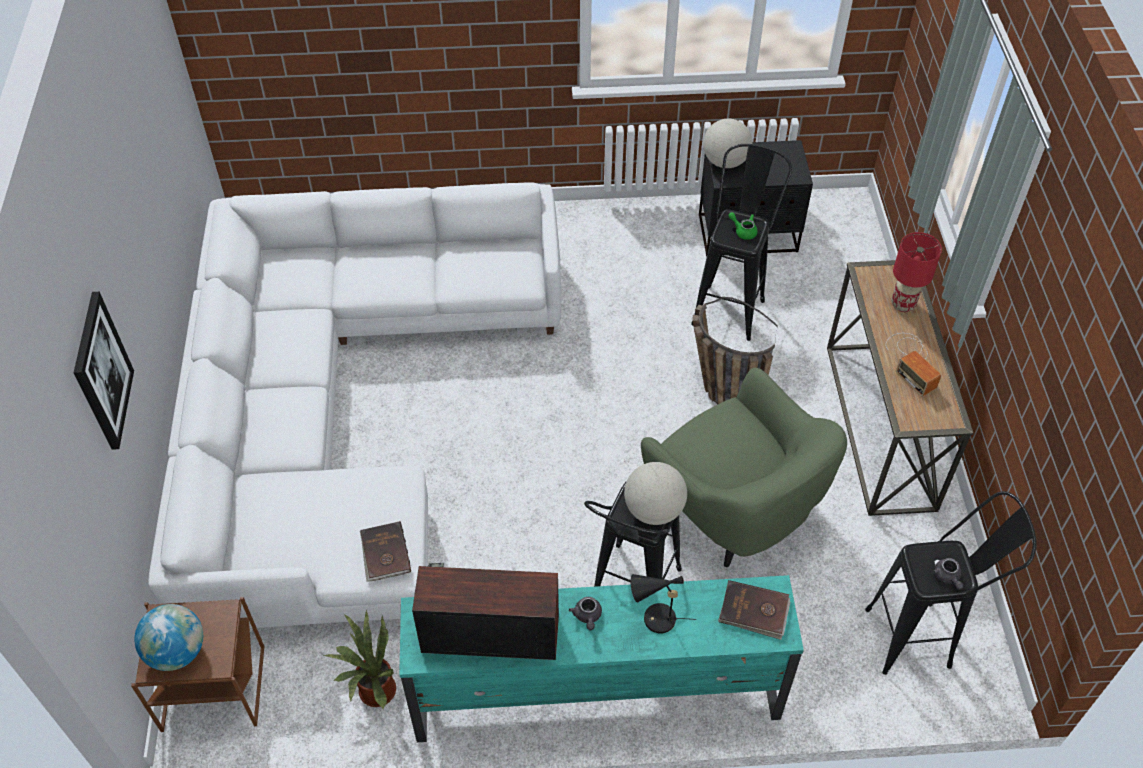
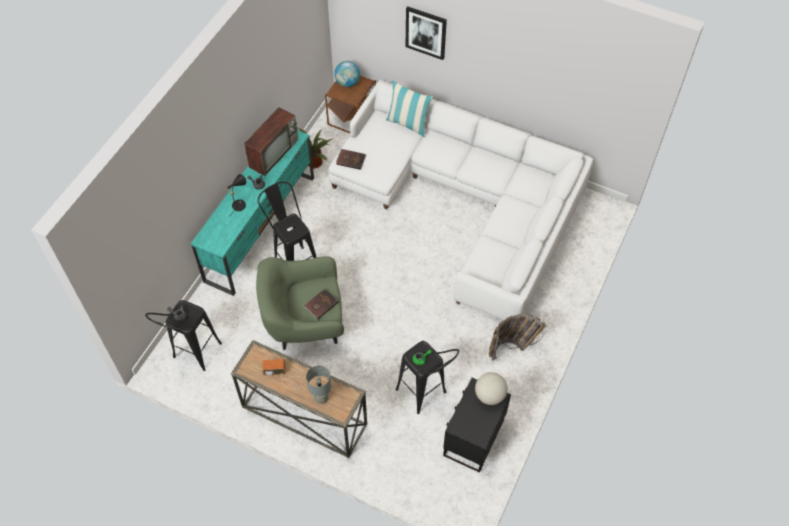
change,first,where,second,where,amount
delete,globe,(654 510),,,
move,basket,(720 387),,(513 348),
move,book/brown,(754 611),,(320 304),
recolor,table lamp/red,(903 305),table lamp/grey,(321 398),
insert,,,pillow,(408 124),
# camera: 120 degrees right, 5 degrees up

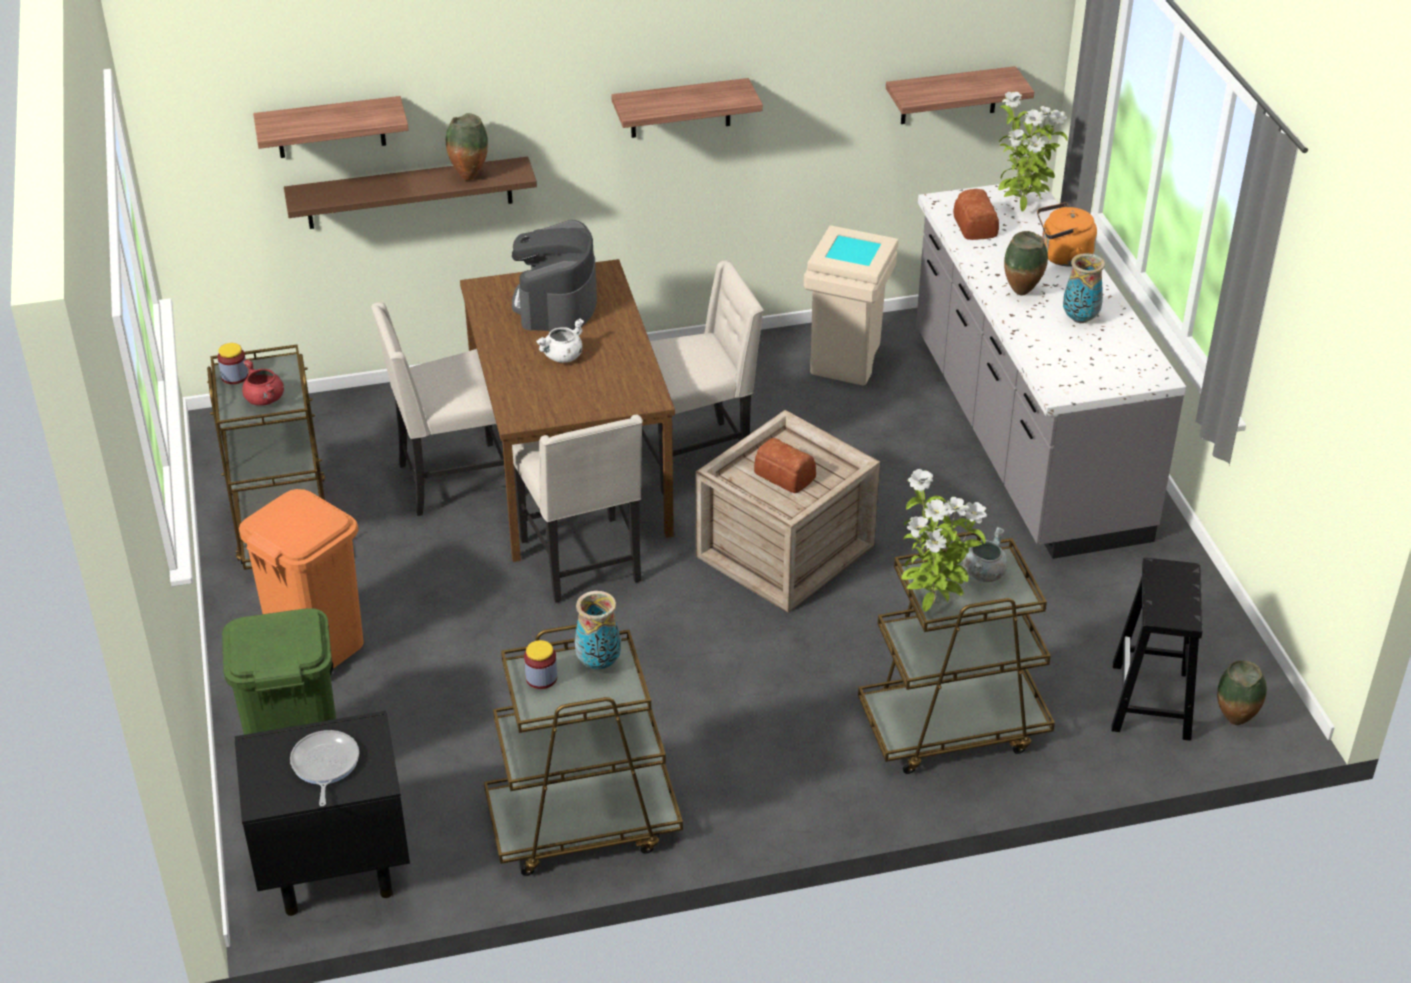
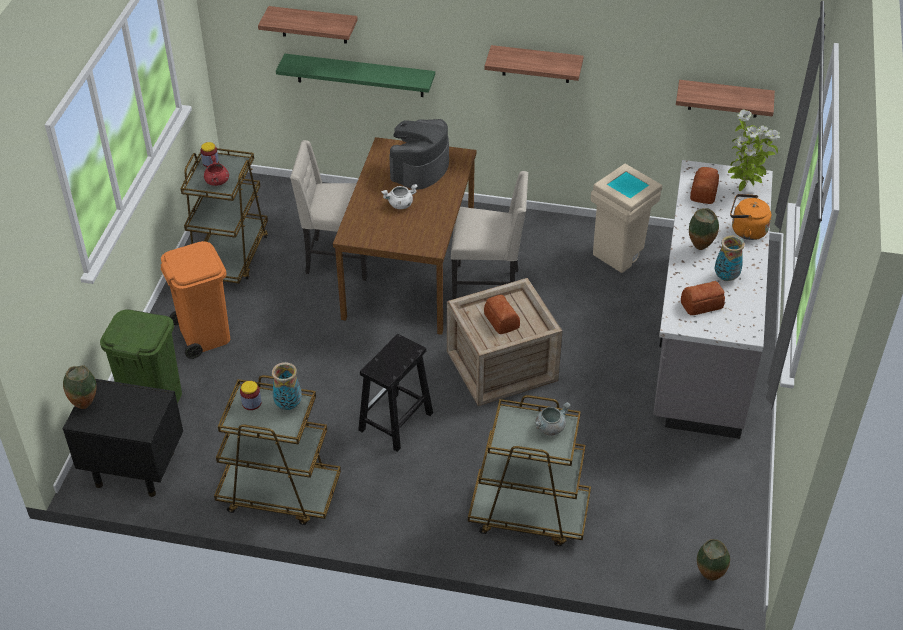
change,first,where,second,where,amount
recolor,shelf/brown,(409 193),shelf/green,(359 75),
delete,frying pan,(324 765),,,
move,vase,(469 177),,(85 405),
delete,chair/beige,(583 562),,,
delete,potted plant,(932 605),,,
move,stool/black,(1151 702),,(395 422),
insert,,,bread,(702 304),
# camera: 25 degrees right, 5 degrees up

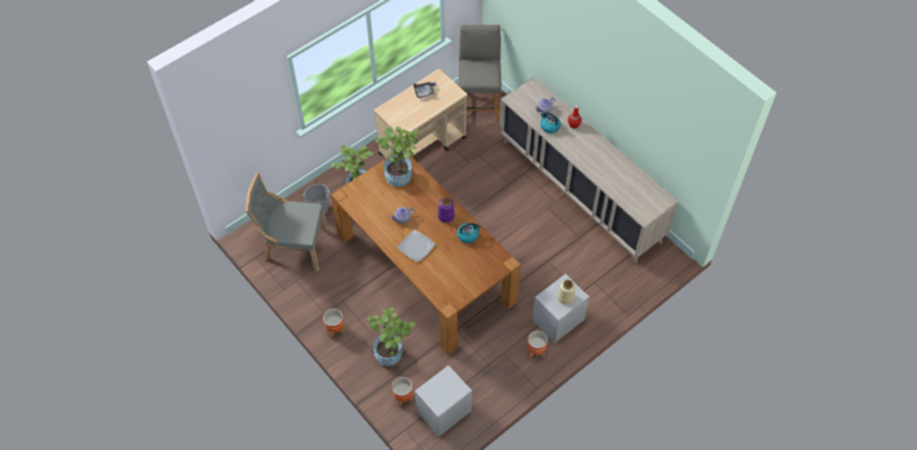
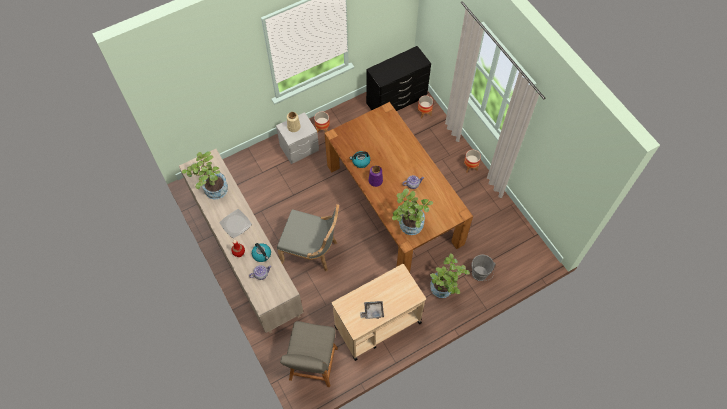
change,first,where,second,where,amount
move,chair/grey,(293 246),,(312 251),
move,potted plant,(392 352),,(212 190),
move,plate,(416 247),,(236 224),
replace,nightstand/grey,(444 411),dresser/black,(397 100),
# camera: 170 degrees left, 5 degrees up

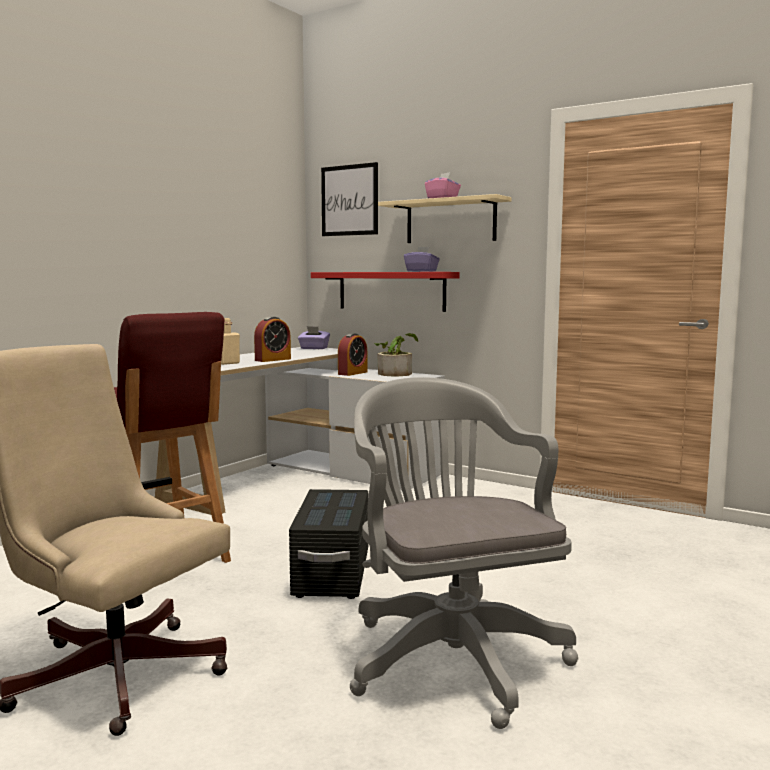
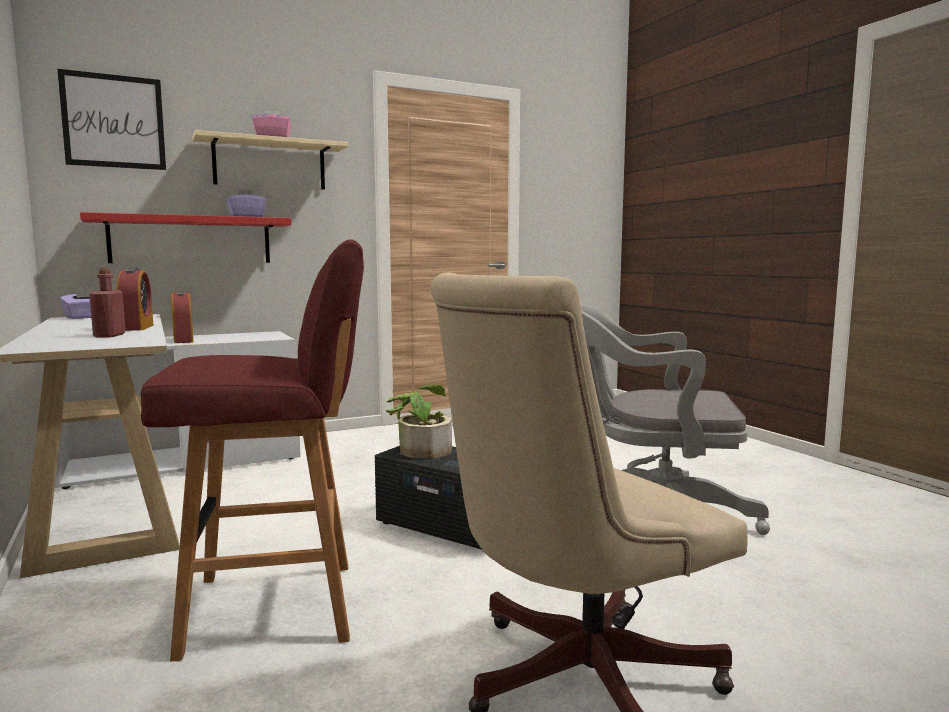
change,first,where,second,where,amount
recolor,bottle/beige,(228 363),bottle/red,(109 335),
move,potted plant,(396 373),,(420 449),
# camera: 60 degrees left, 0 degrees up

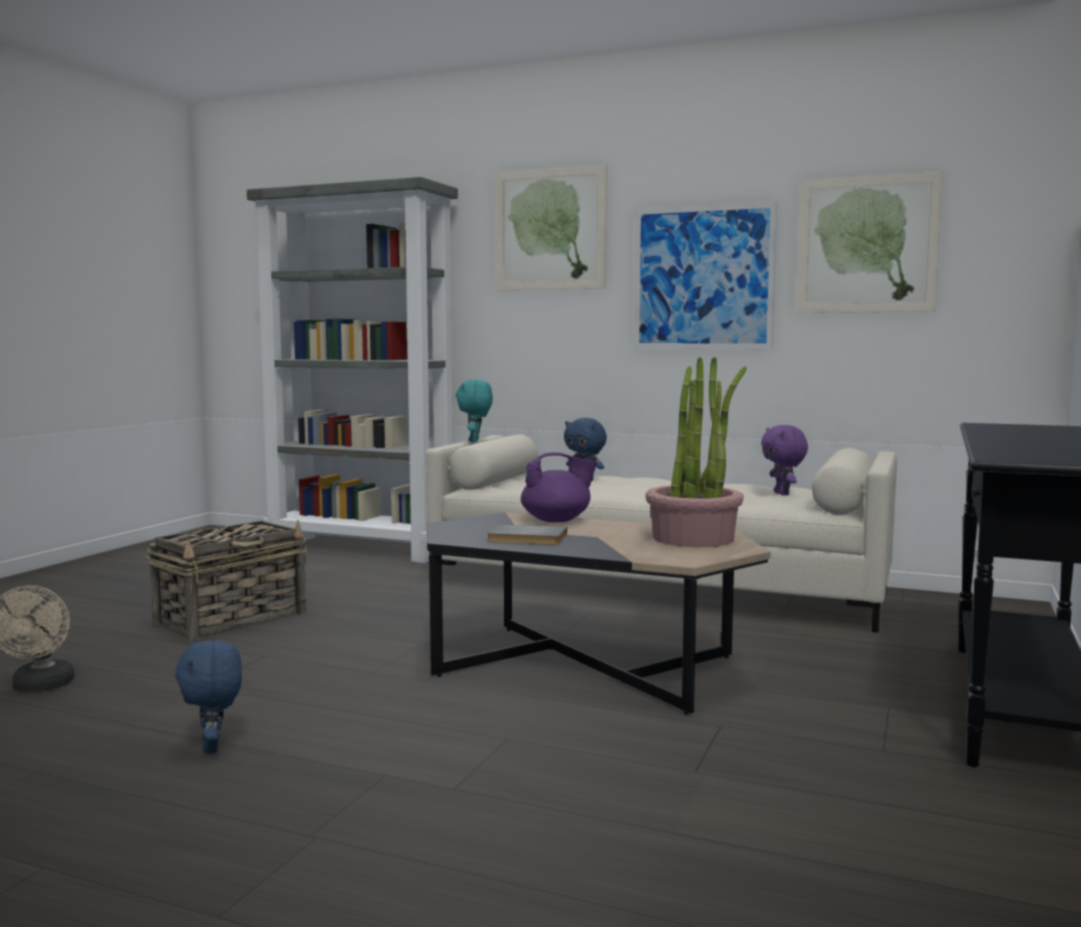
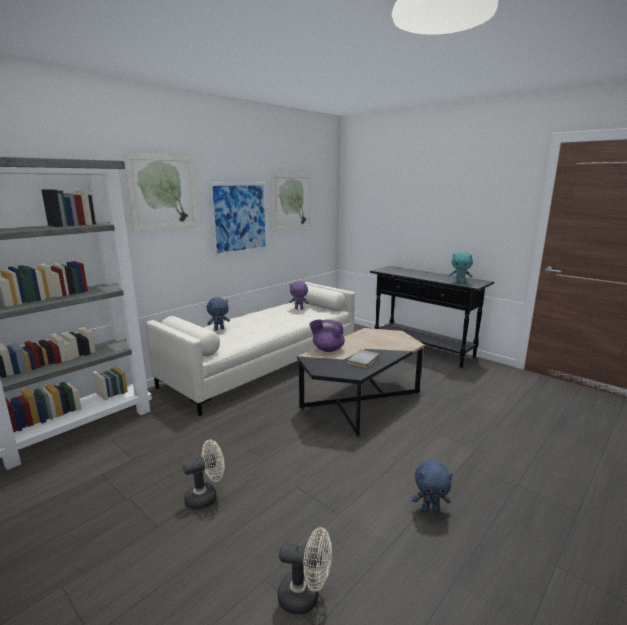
change,first,where,second,where,amount
replace,basket,(233 618),fan/beige,(206 496),
move,plush toy/turquoise,(475 441),,(460 283),
rotate,teapot/purple,(557 520),,(327 349),90 degrees counterclockwise
delete,potted plant,(694 538),,,
# camera: 70 degrees left, 10 degrees up

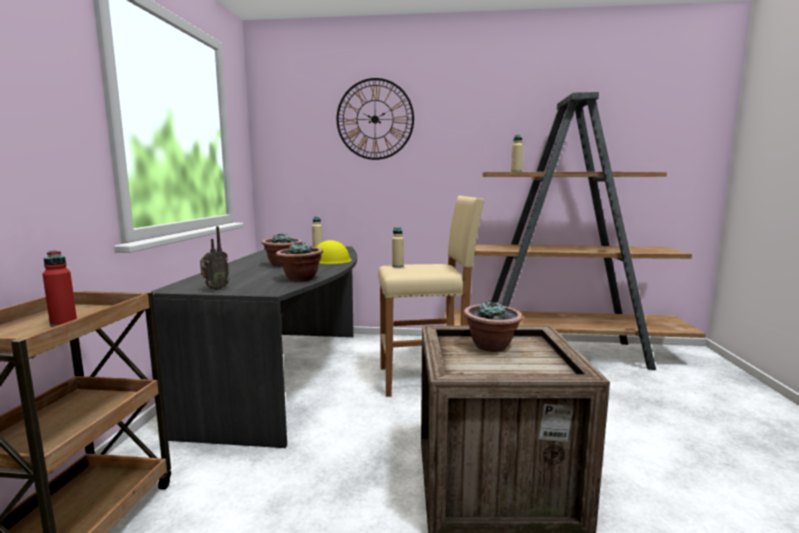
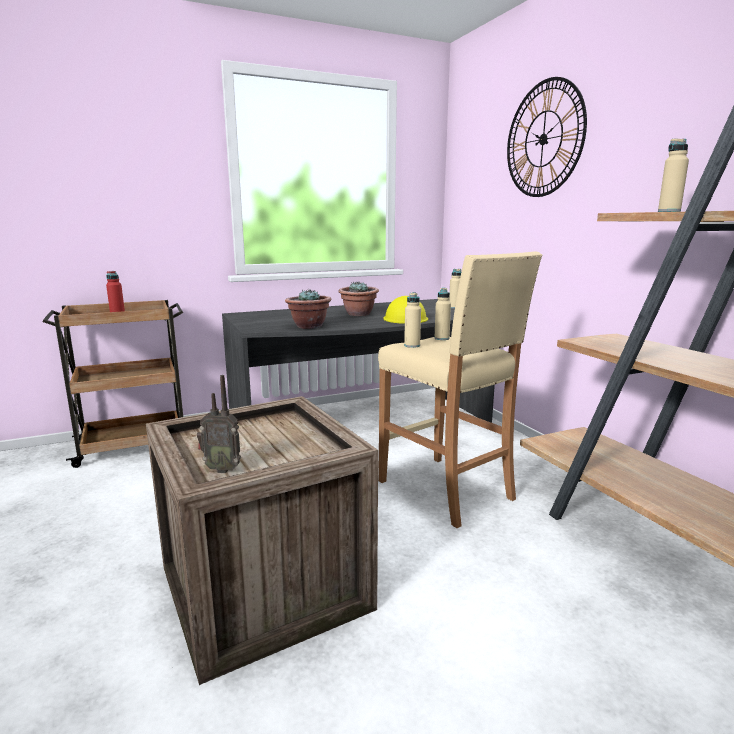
change,first,where,second,where,amount
move,radio,(215 289),,(222 469),
delete,potted plant,(491 346),,,
insert,,,bottle/beige,(412 345),
# camera: 60 degrees right, 5 degrees up

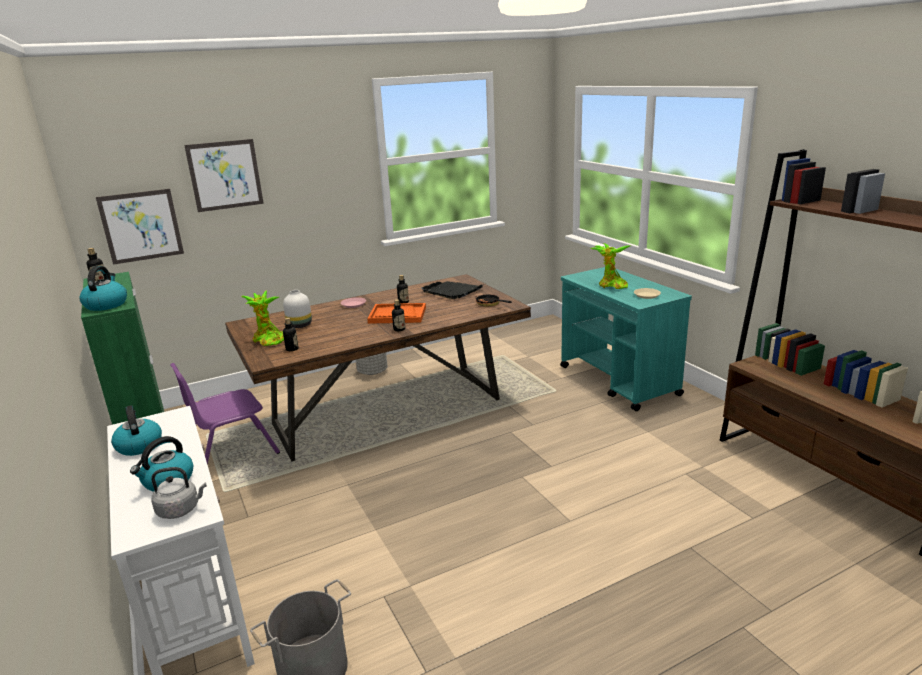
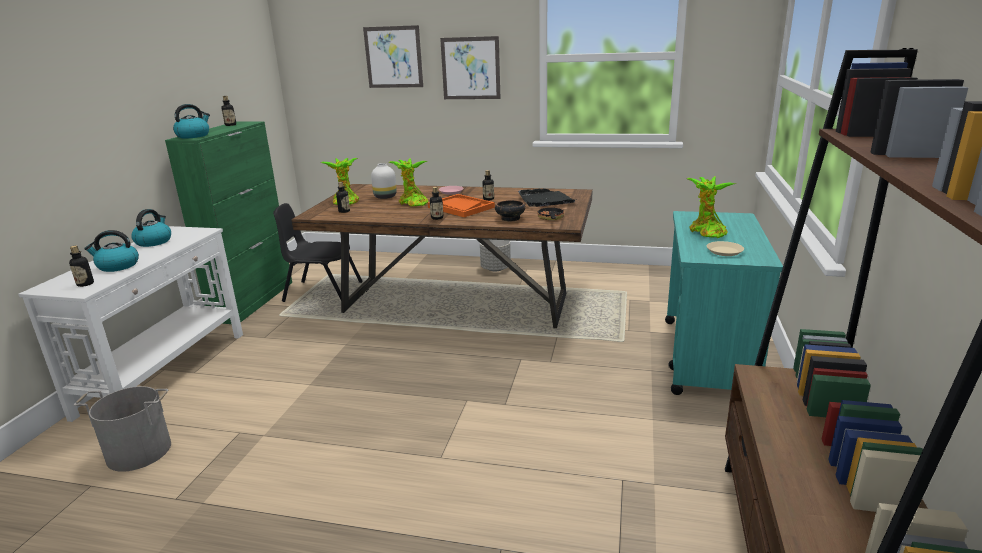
change,first,where,second,where,amount
move,picture,(141 226),,(470 68),
replace,kettle/grey,(181 510),bottle,(85 284),
recolor,chair/purple,(232 452),chair/black,(322 292),
insert,,,potted plant,(412 203),
insert,,,bowl,(510 218),
# camera: 40 degrees right, 0 degrees up

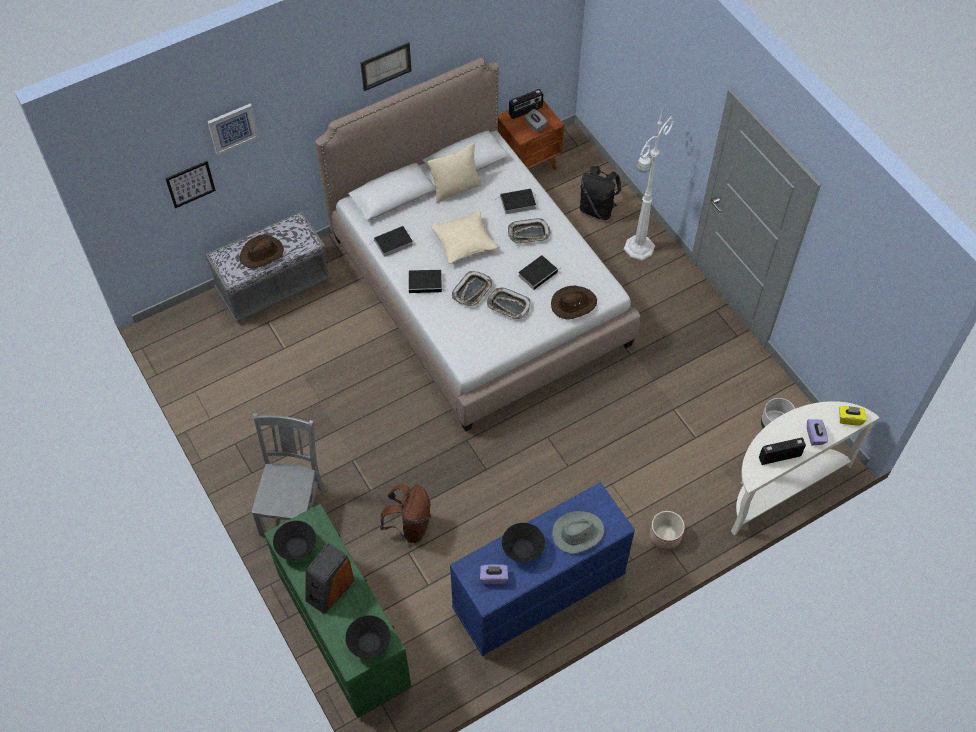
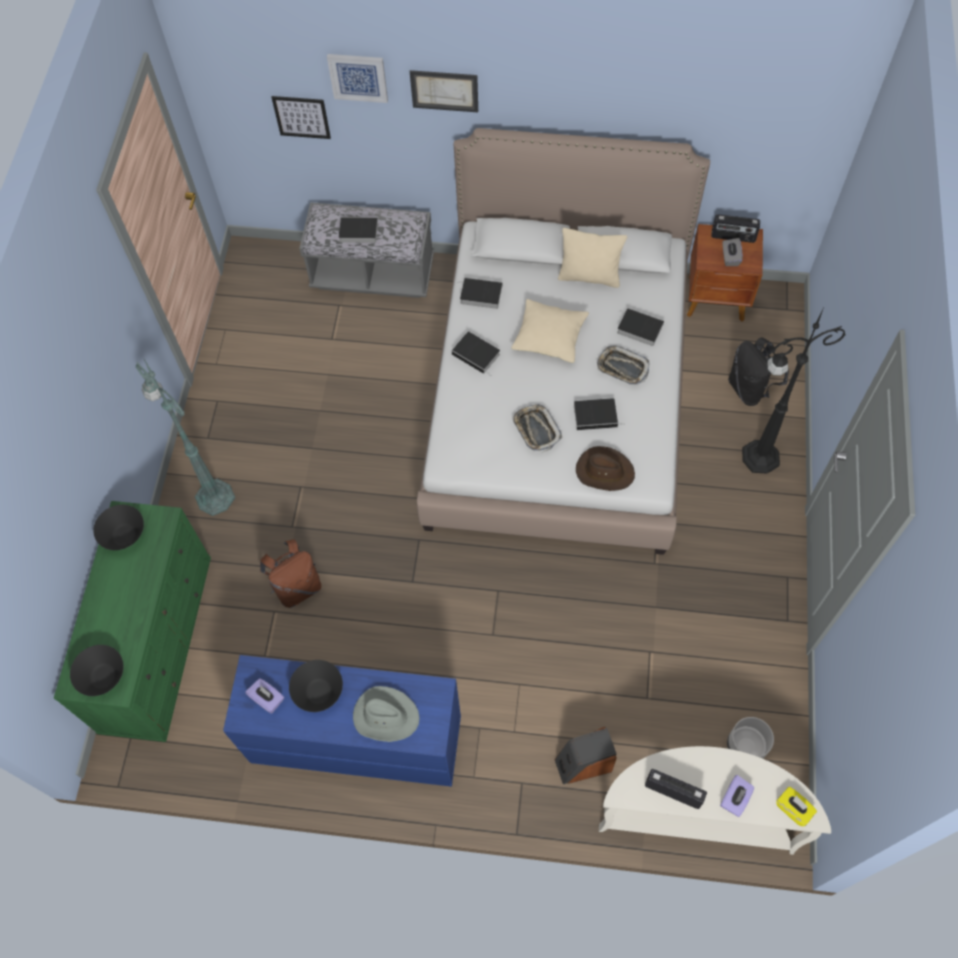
change,first,where,second,where,amount
replace,hat/brown,(262 254),book,(357 232),
replace,chair/grey,(293 508),floor lamp/green,(214 496),
move,speaker,(329 589),,(583 764),
move,picture,(385 66),,(444 90),
delete,tray,(472 291),,,
recolor,floor lamp/white,(638 248),floor lamp/black,(758 457),
delete,planter,(665 536),,,
# camera: 40 degrees right, 5 degrees up

